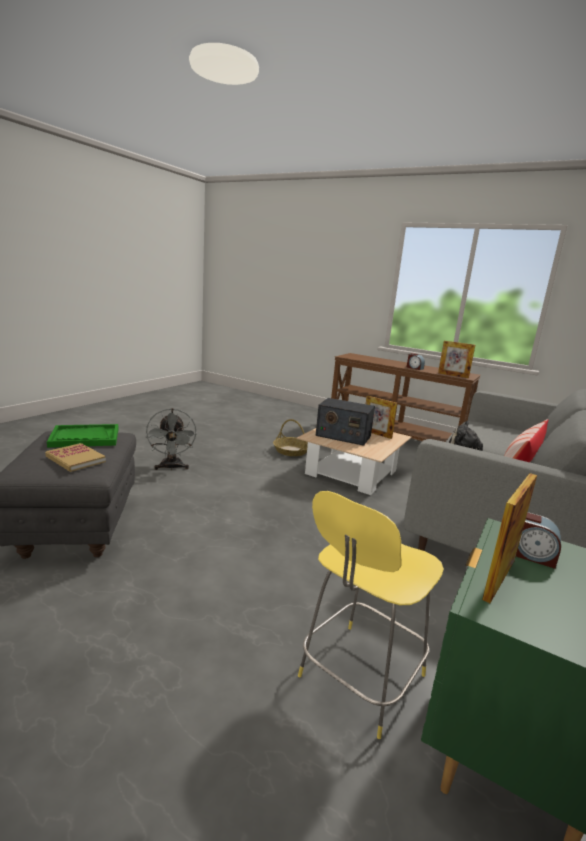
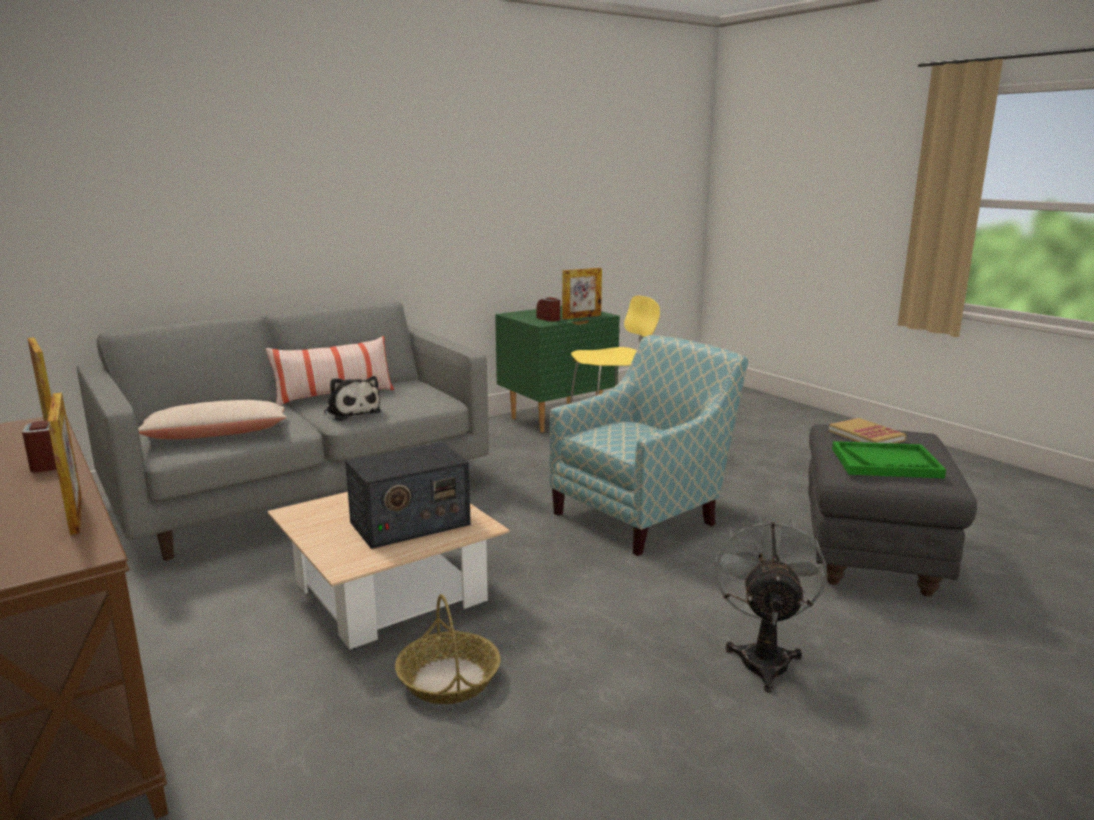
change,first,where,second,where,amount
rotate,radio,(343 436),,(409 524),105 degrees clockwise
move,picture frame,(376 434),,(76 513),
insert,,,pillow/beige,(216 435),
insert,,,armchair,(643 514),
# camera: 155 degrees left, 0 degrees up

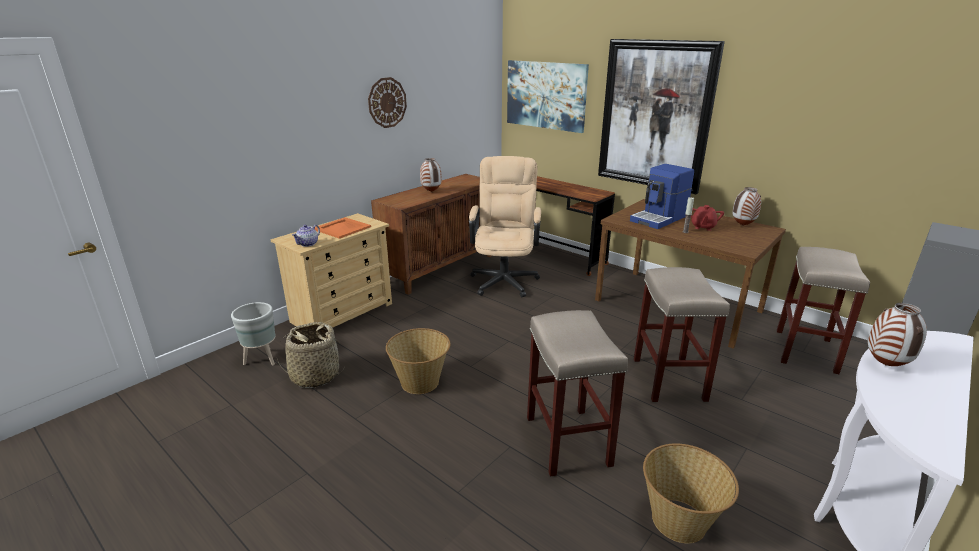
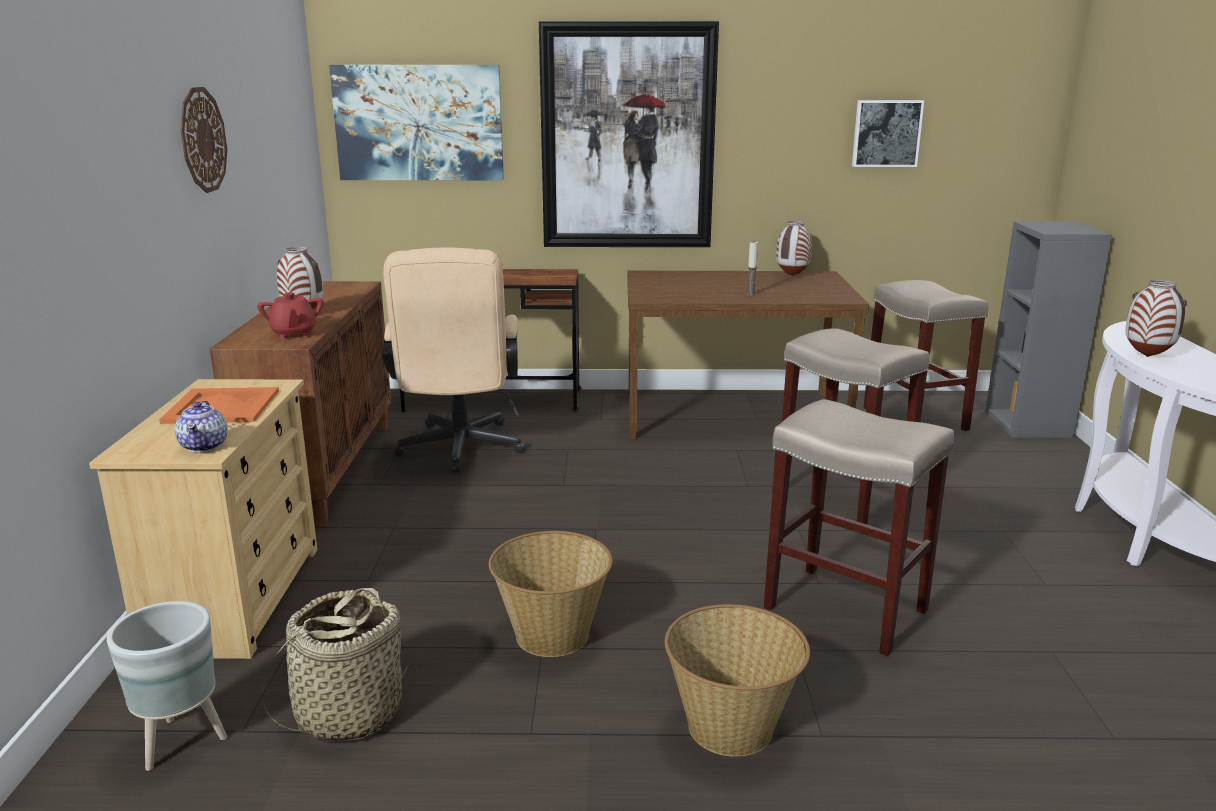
change,first,where,second,where,amount
rotate,office chair/beige,(505 278),,(459 451),150 degrees counterclockwise
delete,coffee machine,(659 219),,,
move,basket,(680 520),,(732 727),
move,teapot/red,(703 227),,(294 334),
insert,,,picture,(886 133),
# camera: 40 degrees left, 5 degrees down

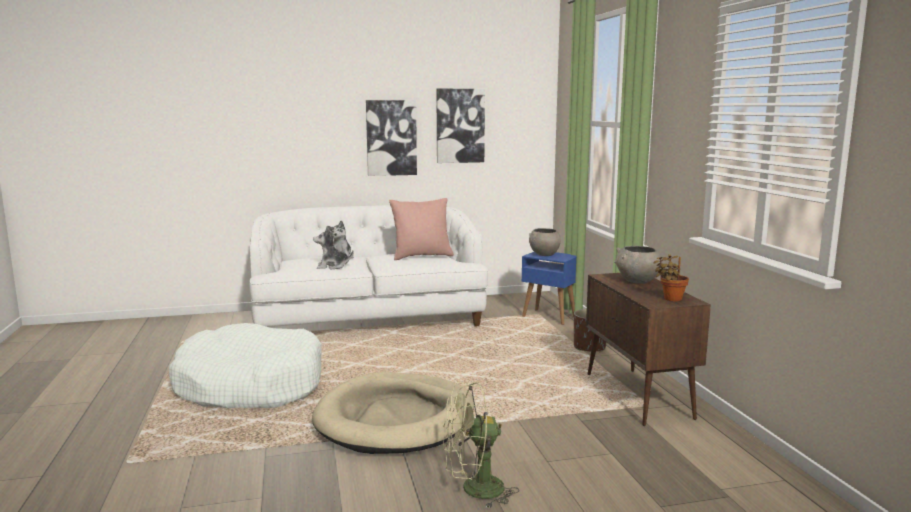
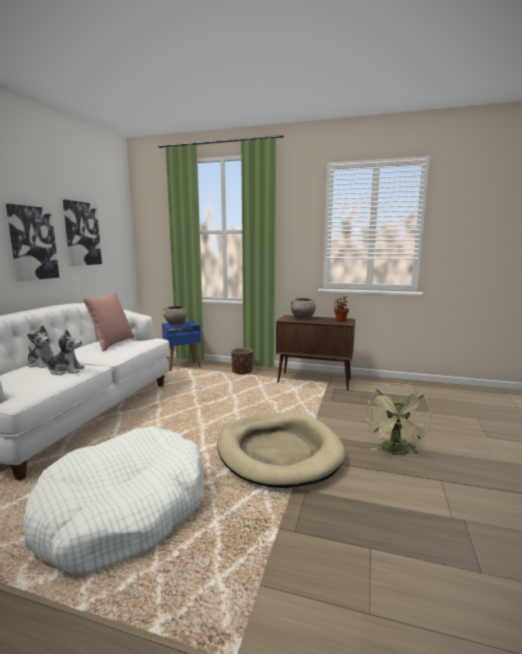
change,first,where,second,where,amount
rotate,plush toy,(332 266),,(65 371),120 degrees counterclockwise
# camera: 60 degrees left, 0 degrees up

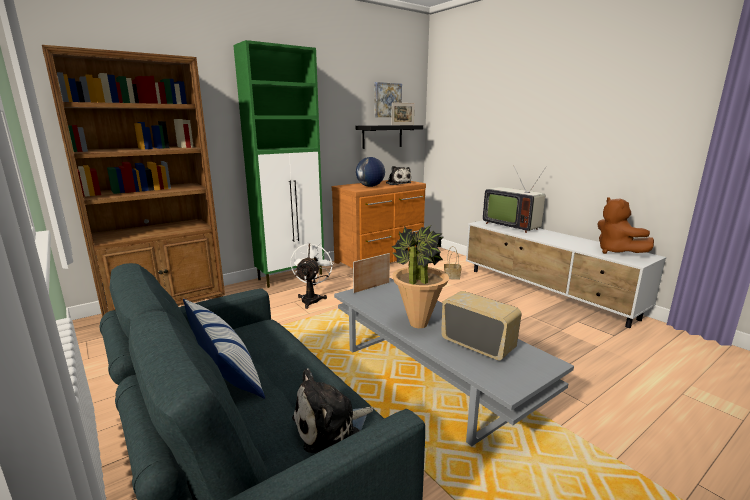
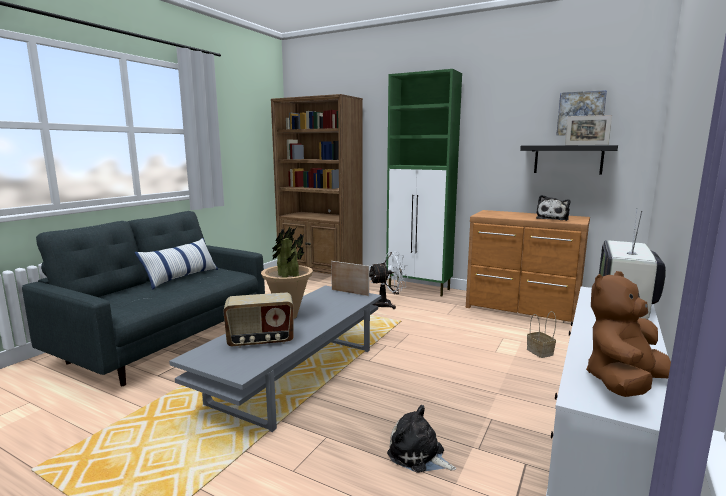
change,first,where,second,where,amount
move,plush toy,(330 426),,(418 455),
delete,globe,(370 186),,,
rotate,radio,(478 345),,(261 341),60 degrees clockwise
# camera: 65 degrees right, 5 degrees down

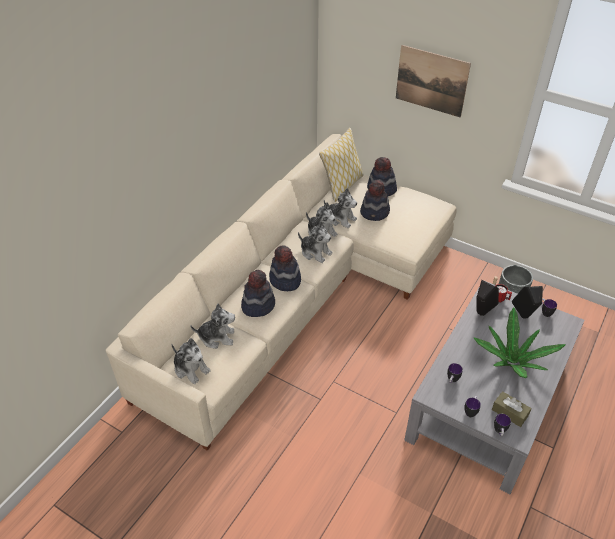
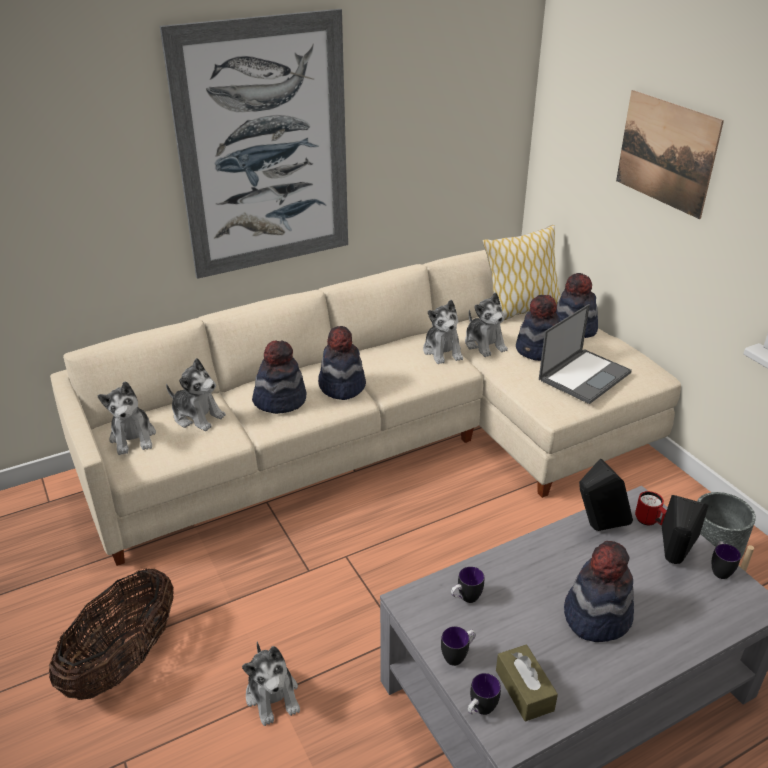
change,first,where,second,where,amount
move,plush toy,(315 252),,(273 695),
replace,potted plant,(512 361),hat,(596 615),
insert,,,basket,(124 661),
insert,,,picture,(264 148),
insert,,,laptop,(585 375),
# camera: 30 degrees right, 10 degrees down

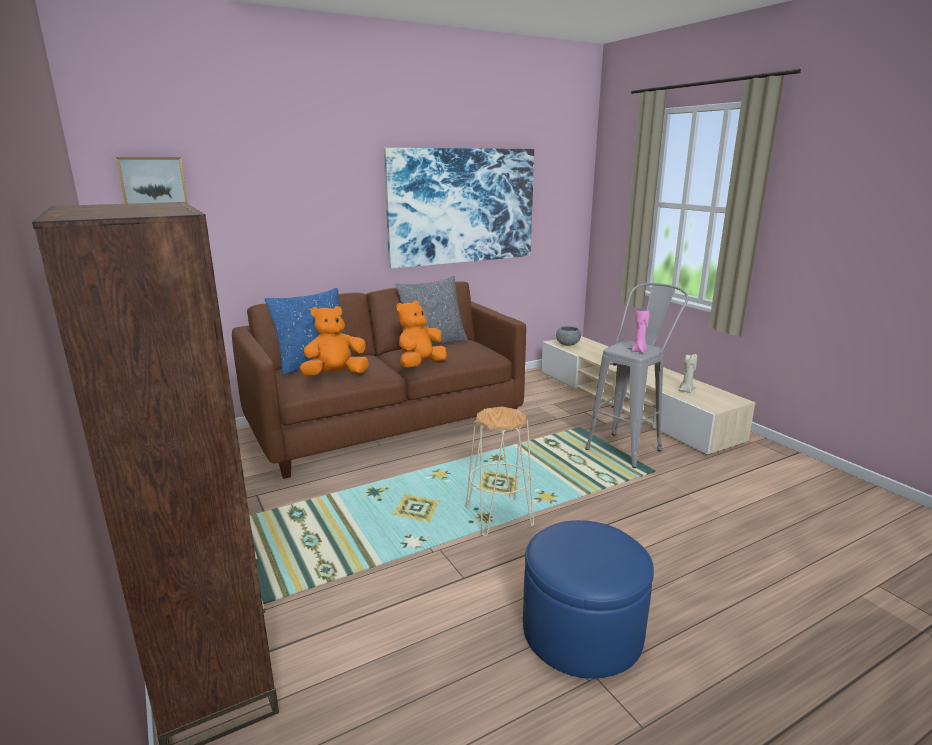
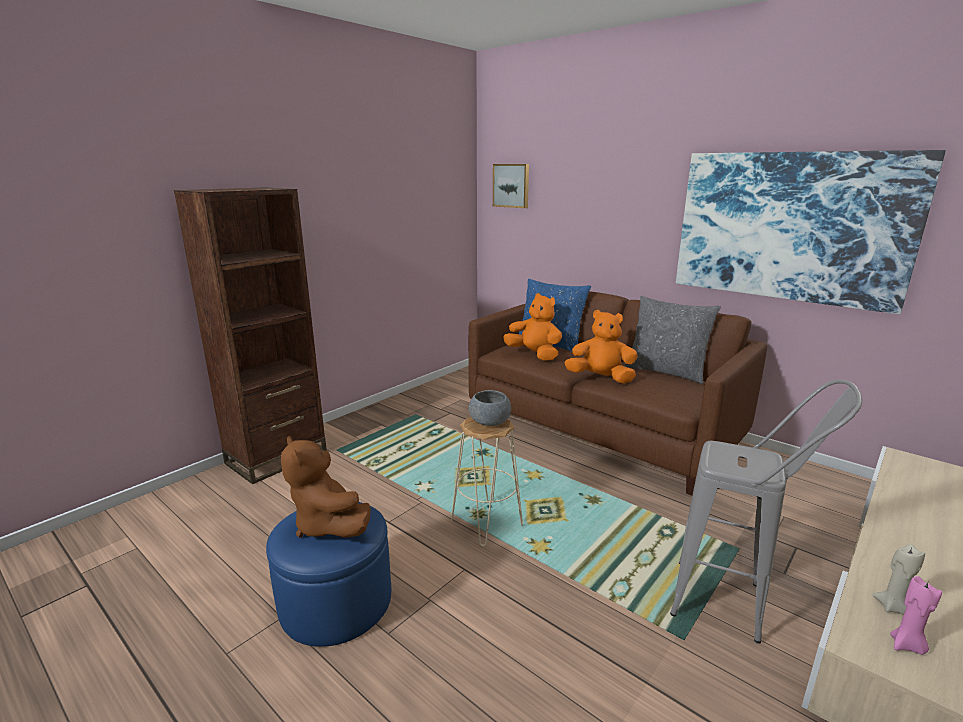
change,first,where,second,where,amount
move,bowl/grey,(568 344),,(490 422),
move,candle/pink,(639 351),,(906 646),
insert,,,plush toy/brown,(328 525),
# camera: 70 degrees right, 0 degrees up

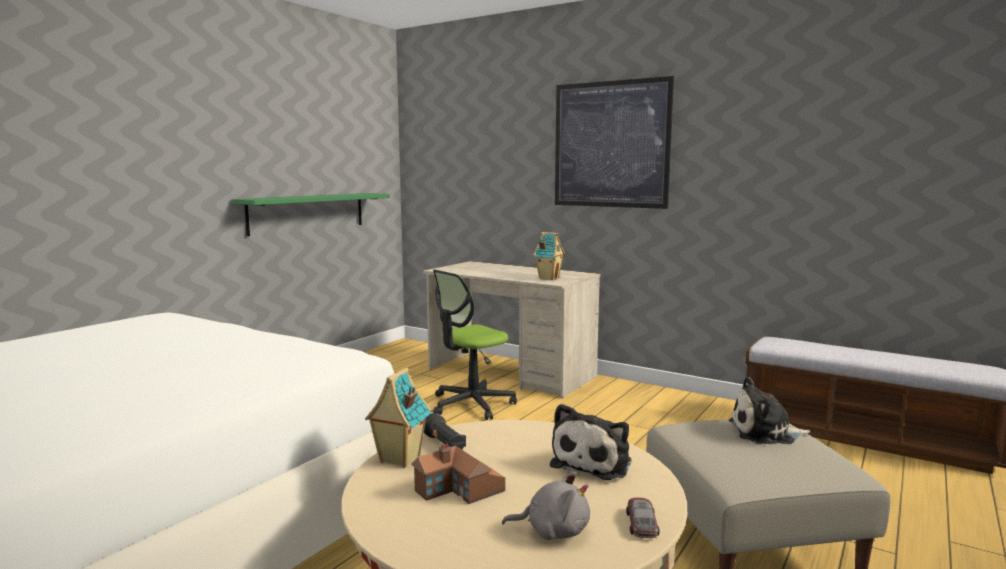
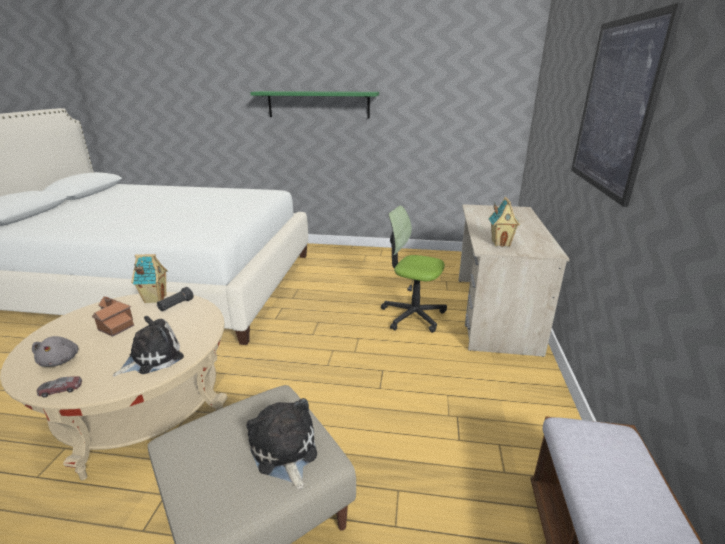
change,first,where,second,where,amount
move,shelf/green,(308 212),,(318 104),
rotate,plush toy,(594 462),,(152 358),135 degrees clockwise
# camera: 65 degrees right, 15 degrees up

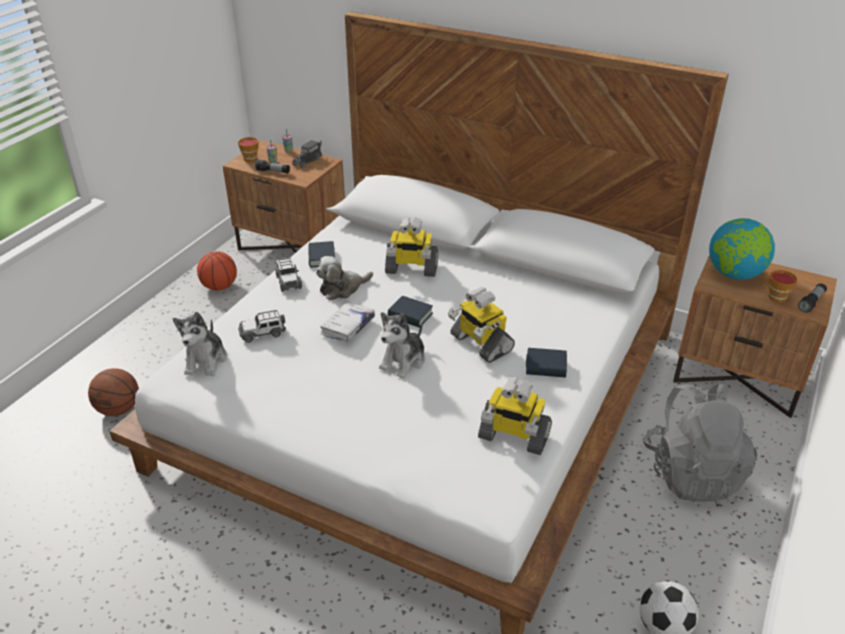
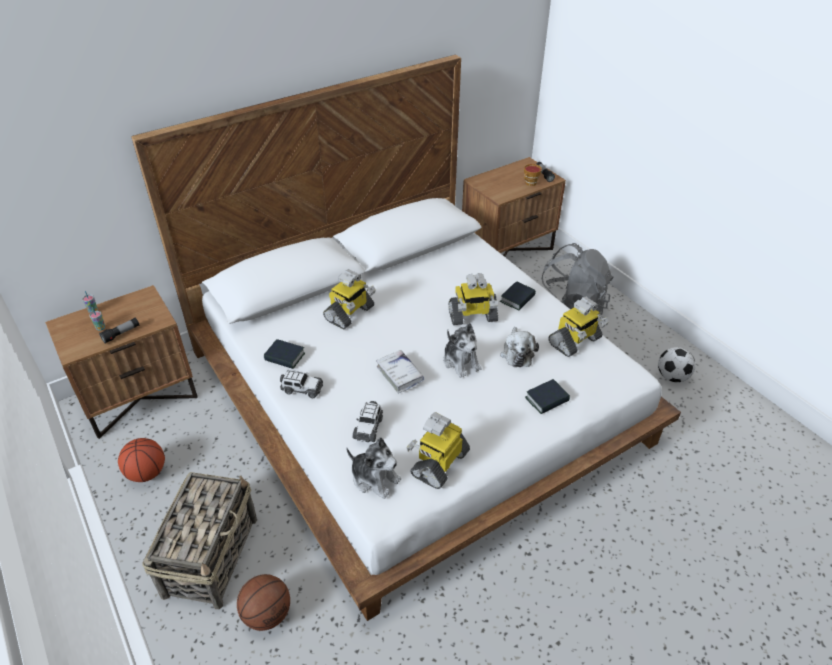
change,first,where,second,where,amount
delete,cup,(249 158),,,
delete,toy truck,(308 160),,,
move,plush toy,(342 288),,(517 353),
move,book,(410 315),,(547 400),
delete,globe,(734 274),,,
insert,,,basket,(212 555),
insert,,,toy robot,(439 463),
# camera: 60 degrees left, 5 degrees up

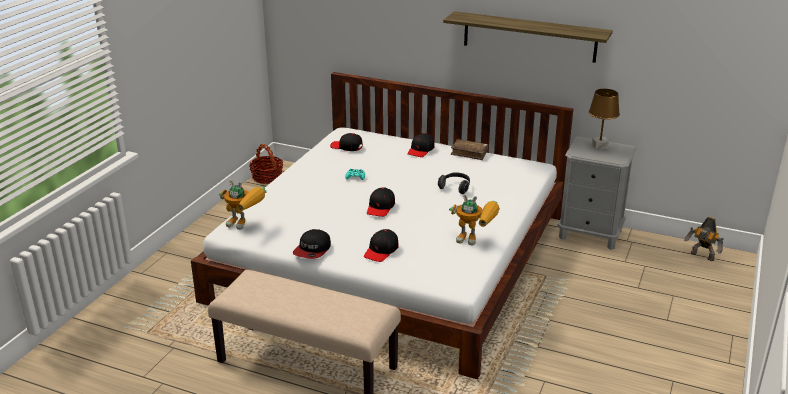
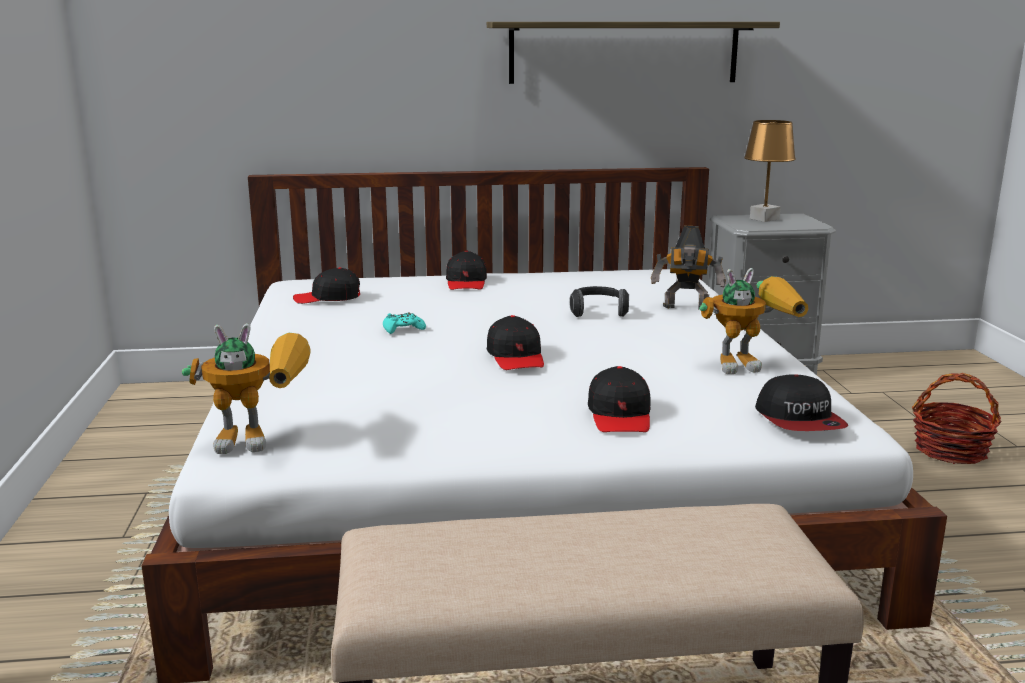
change,first,where,second,where,amount
move,basket,(267 177),,(951 450),
move,cap,(312 250),,(800 420),
delete,book/brown,(469 153),,,
move,toy robot,(701 257),,(686 308),
# camera: 30 degrees left, 10 degrees down

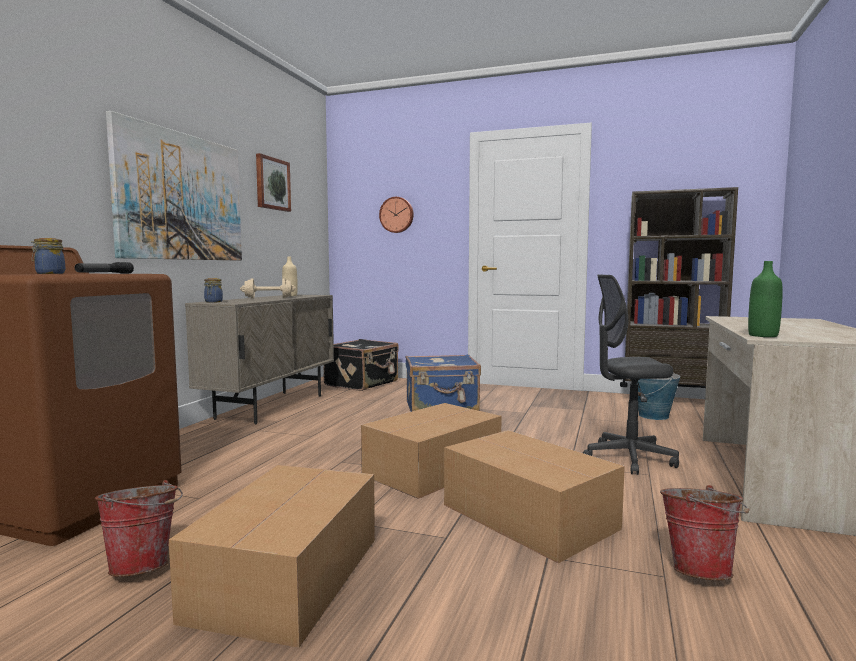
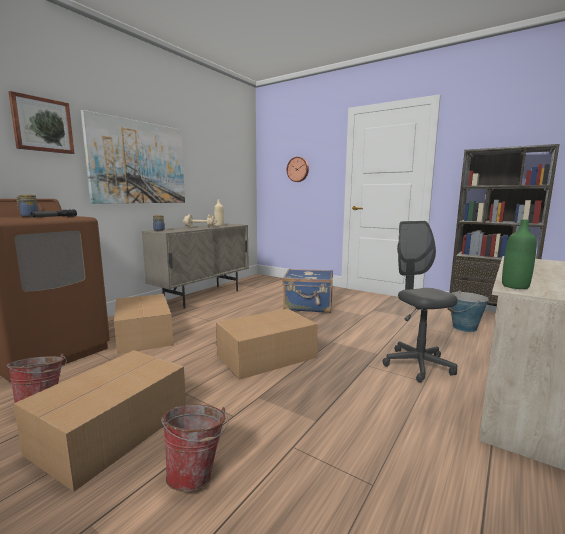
change,first,where,second,where,amount
move,picture,(272 184),,(42 125),
delete,suitcase/black,(362 383),,,
move,cardboard box,(529 517),,(143 335),
rotate,office chair/grey,(628 459),,(417 365),60 degrees clockwise
move,bucket,(699 569),,(197 474),
# camera: 15 degrees right, 5 degrees up

